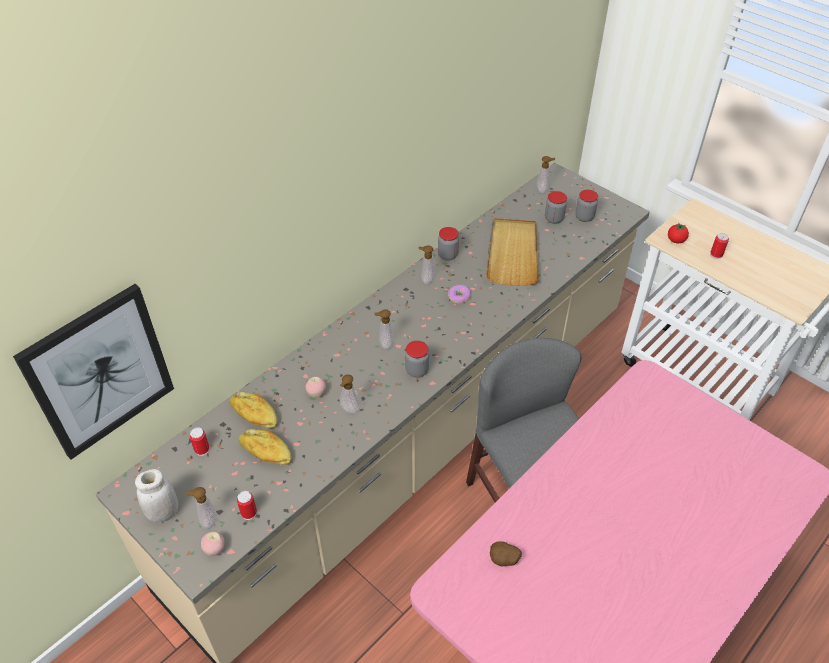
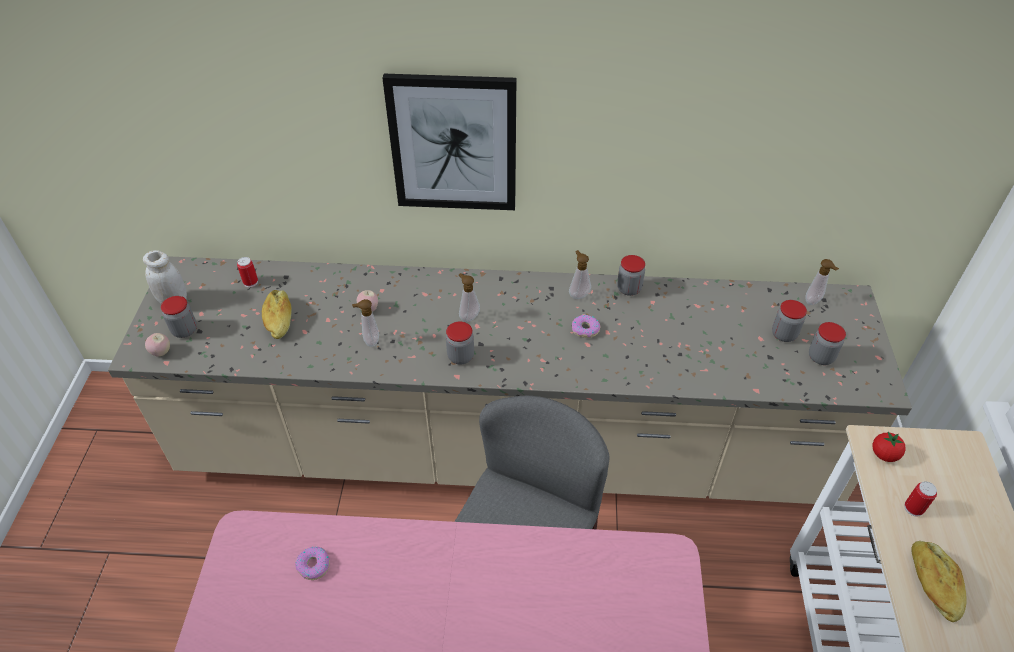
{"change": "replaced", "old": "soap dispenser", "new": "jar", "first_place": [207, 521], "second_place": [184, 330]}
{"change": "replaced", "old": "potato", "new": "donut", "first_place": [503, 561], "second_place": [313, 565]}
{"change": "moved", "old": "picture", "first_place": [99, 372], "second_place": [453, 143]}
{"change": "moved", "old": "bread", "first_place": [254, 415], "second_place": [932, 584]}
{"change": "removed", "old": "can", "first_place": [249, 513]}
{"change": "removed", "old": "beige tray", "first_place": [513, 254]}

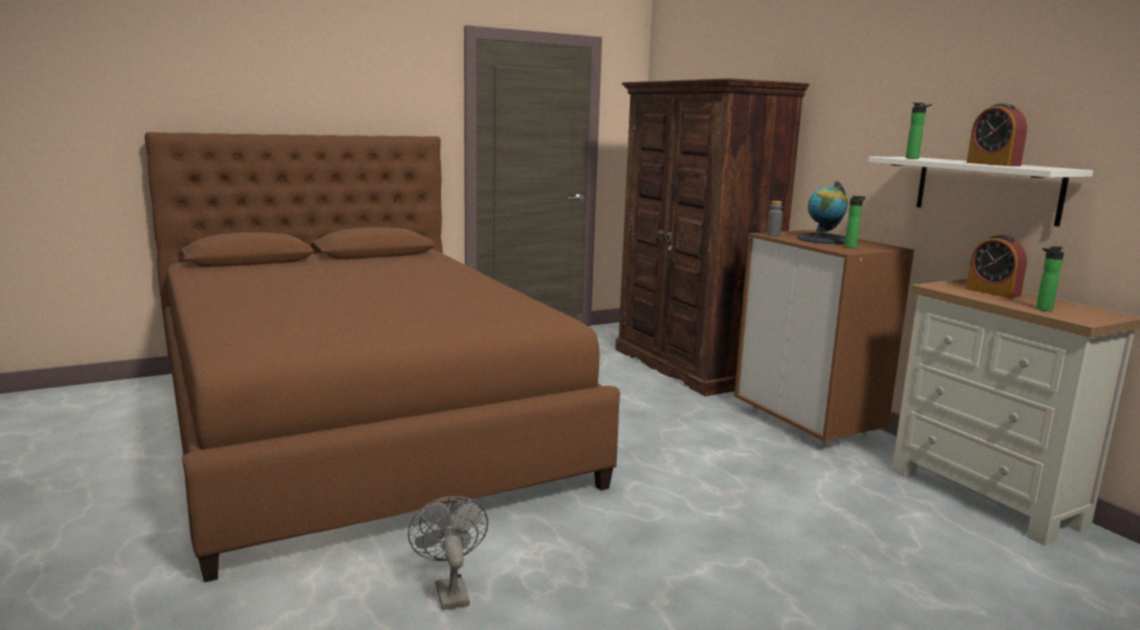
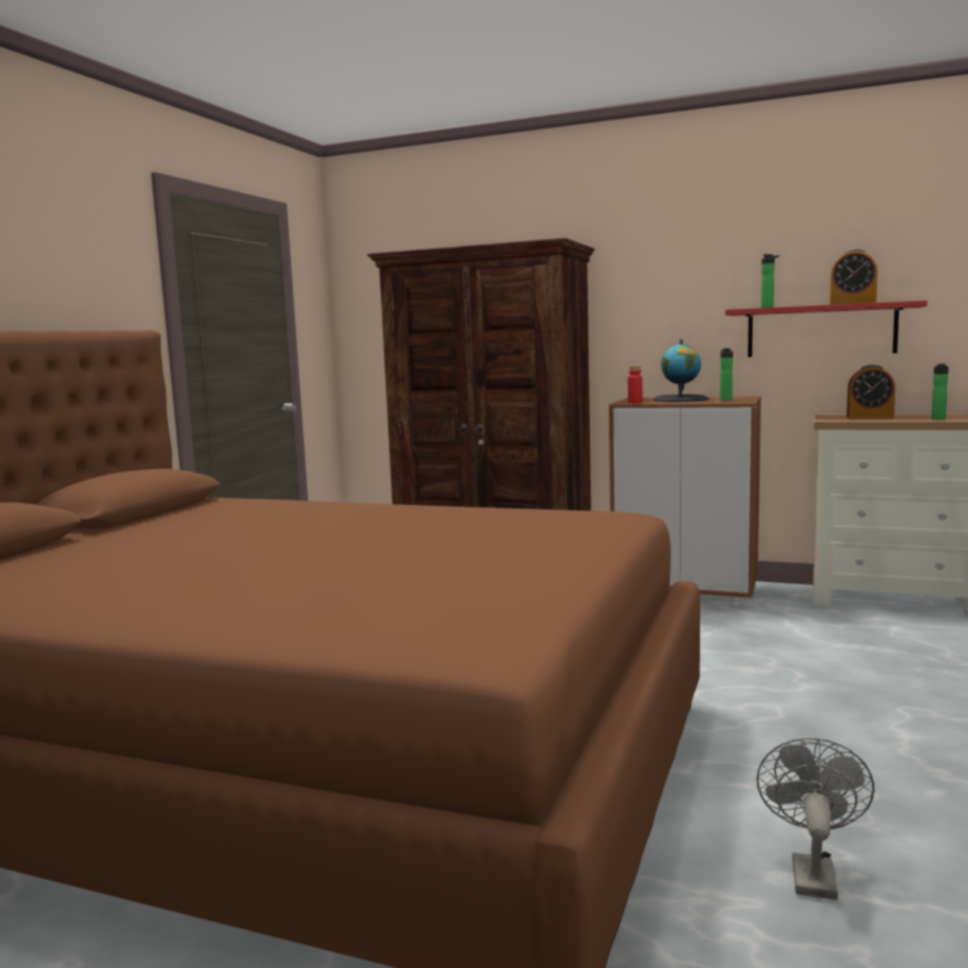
{"change": "recoloured", "old": "grey bottle", "new": "red bottle", "first_place": [773, 235], "second_place": [635, 402]}
{"change": "recoloured", "old": "white shelf", "new": "red shelf", "first_place": [986, 189], "second_place": [821, 330]}
{"change": "turned", "old": "grey fan", "first_place": [449, 590], "second_place": [811, 871], "degrees": 75}

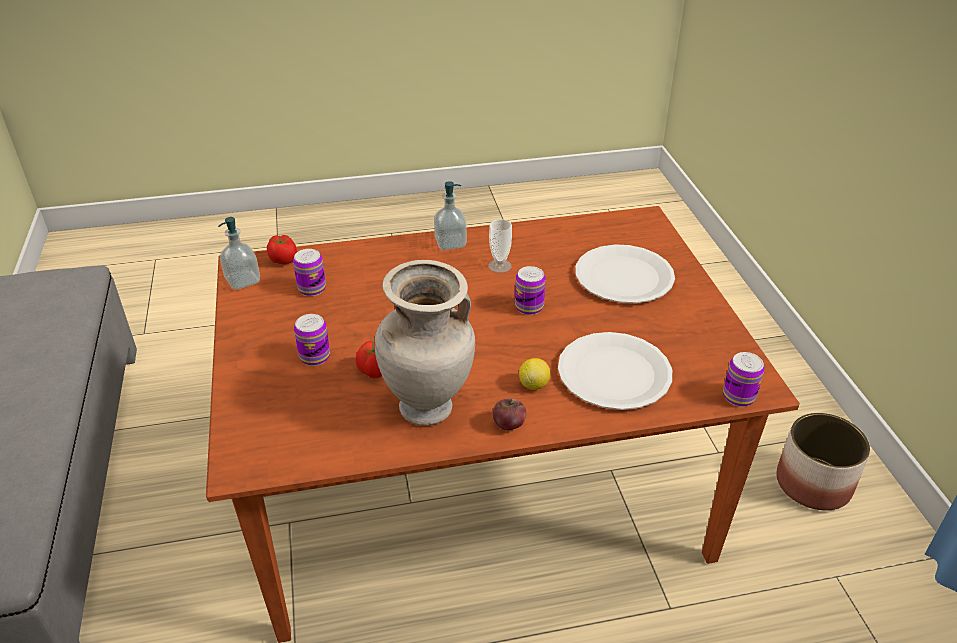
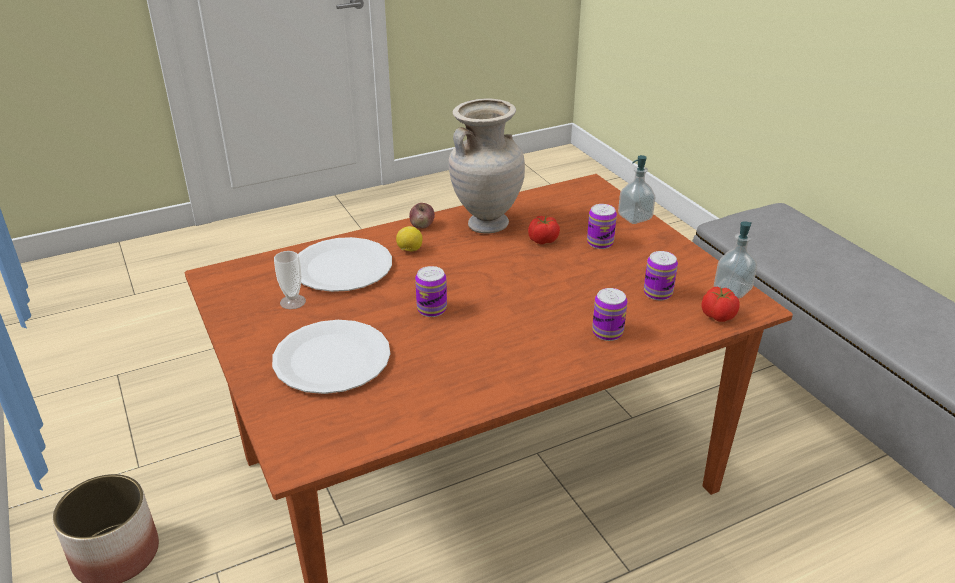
{"change": "moved", "old": "cup", "first_place": [499, 266], "second_place": [293, 302]}
{"change": "moved", "old": "can", "first_place": [738, 396], "second_place": [607, 332]}
{"change": "moved", "old": "soap dispenser", "first_place": [450, 243], "second_place": [634, 217]}

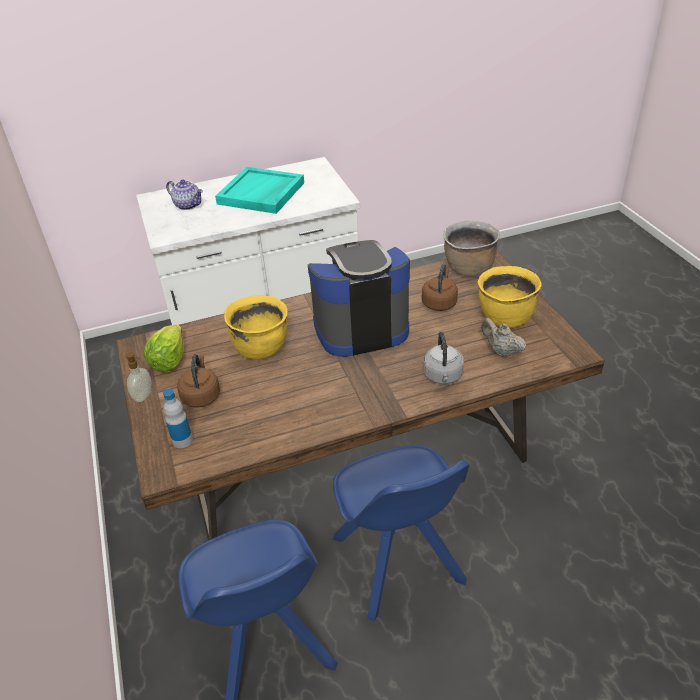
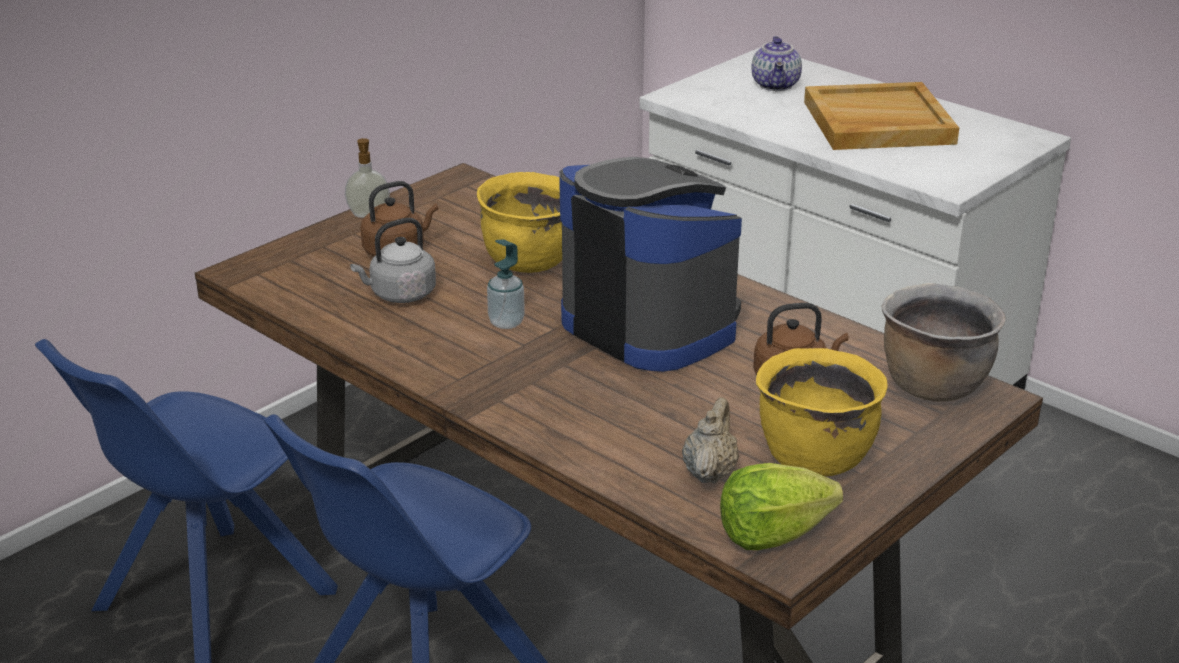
{"change": "moved", "old": "grey kettle", "first_place": [443, 377], "second_place": [400, 295]}
{"change": "added", "new": "soap dispenser", "second_place": [506, 322]}
{"change": "moved", "old": "lettuce", "first_place": [169, 360], "second_place": [772, 534]}
{"change": "recoloured", "old": "turquoise tray", "new": "beige tray", "first_place": [261, 193], "second_place": [877, 123]}
{"change": "removed", "old": "bottle", "first_place": [182, 440]}

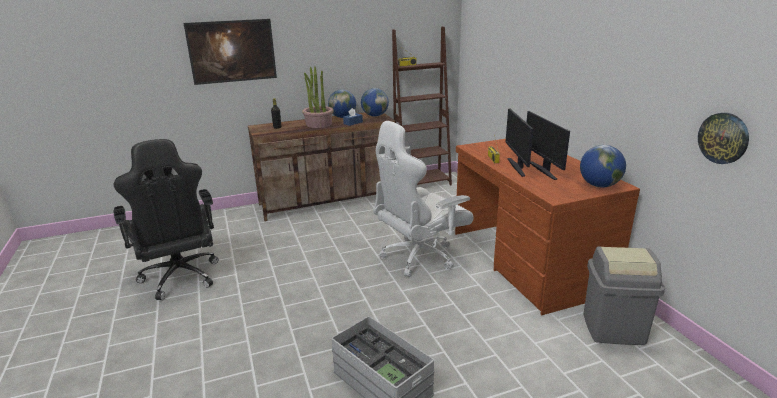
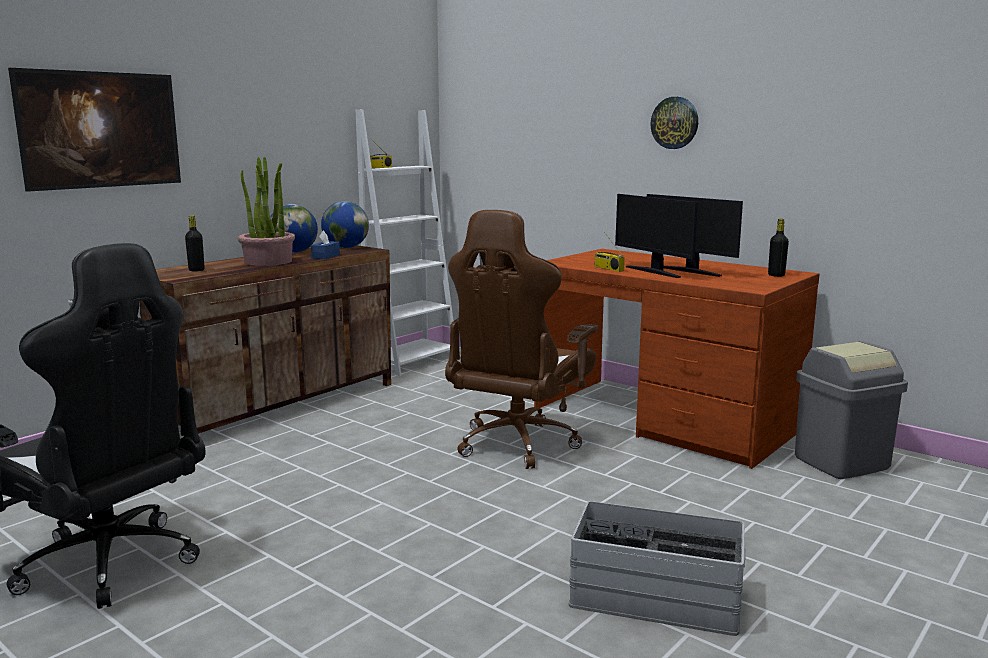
{"change": "recoloured", "old": "brown bookcase", "new": "white bookcase", "first_place": [422, 183], "second_place": [412, 362]}
{"change": "recoloured", "old": "white office chair", "new": "brown office chair", "first_place": [422, 256], "second_place": [519, 441]}
{"change": "moved", "old": "wall clock", "first_place": [723, 138], "second_place": [674, 123]}
{"change": "replaced", "old": "globe", "new": "black bottle", "first_place": [599, 185], "second_place": [776, 275]}

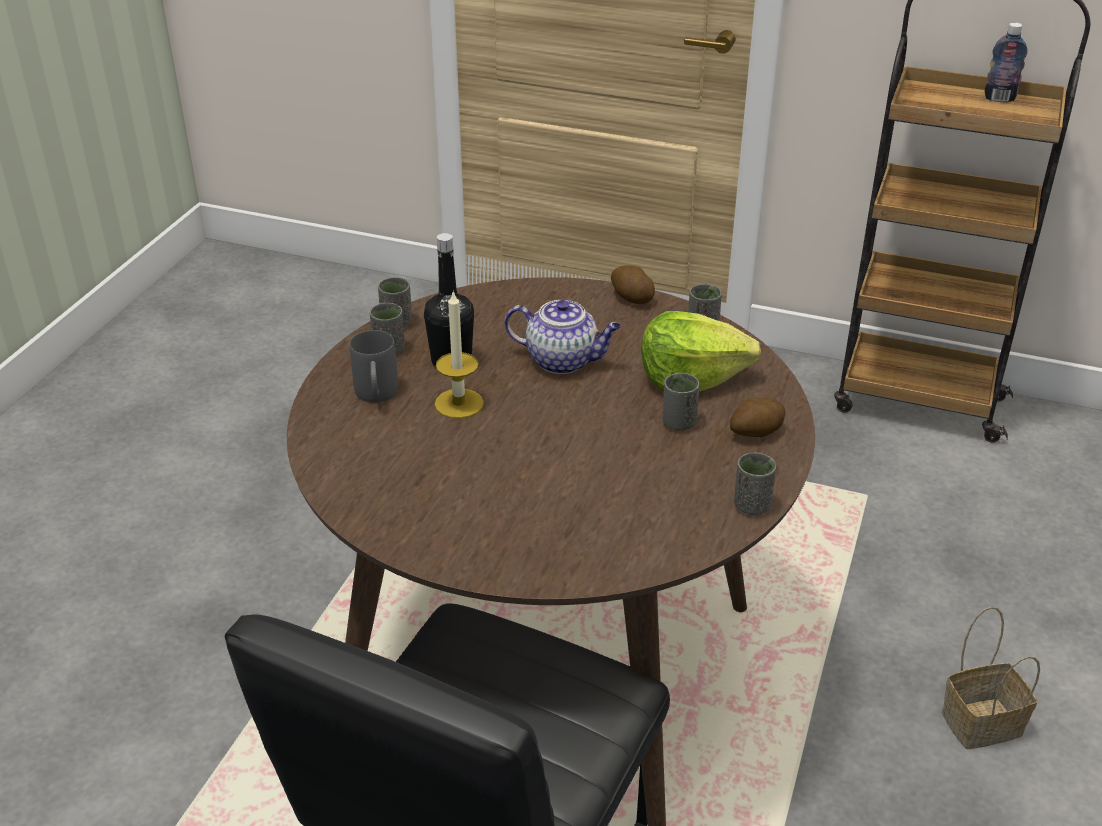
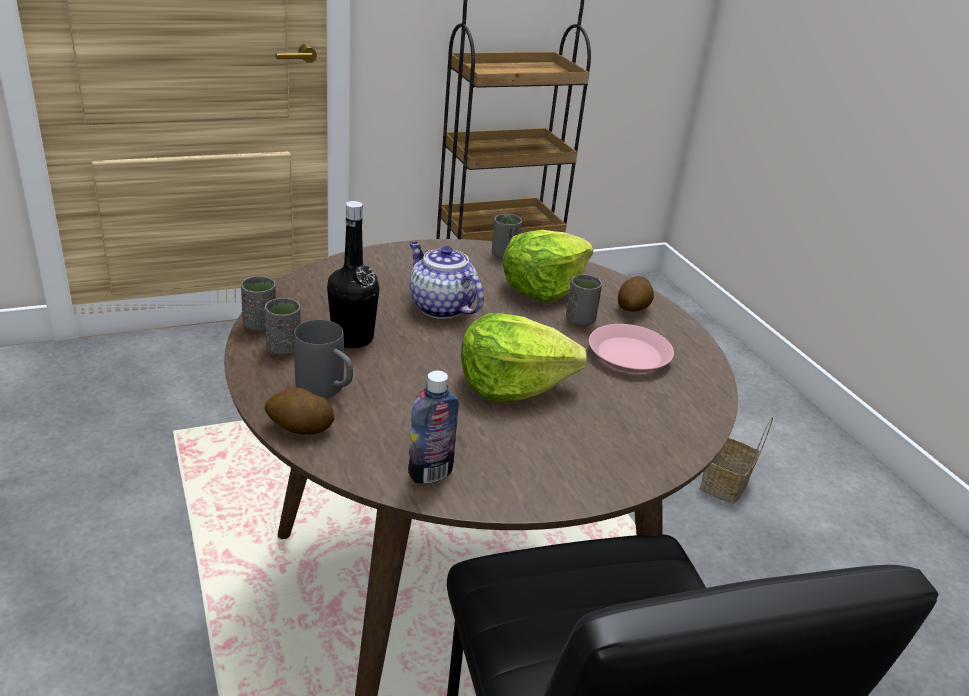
{"change": "moved", "old": "potato", "first_place": [631, 297], "second_place": [299, 428]}
{"change": "moved", "old": "bottle", "first_place": [999, 98], "second_place": [430, 473]}
{"change": "turned", "old": "teapot", "first_place": [563, 360], "second_place": [440, 307], "degrees": -105}
{"change": "added", "new": "lettuce", "second_place": [512, 384]}
{"change": "added", "new": "pink plate", "second_place": [629, 355]}
{"change": "removed", "old": "candle", "first_place": [459, 403]}
{"change": "removed", "old": "grey cup", "first_place": [752, 505]}

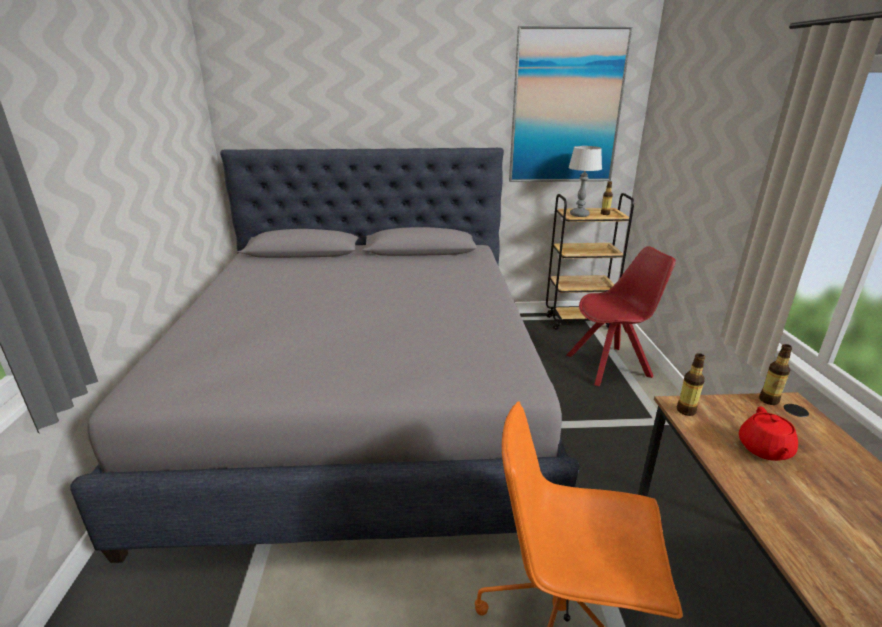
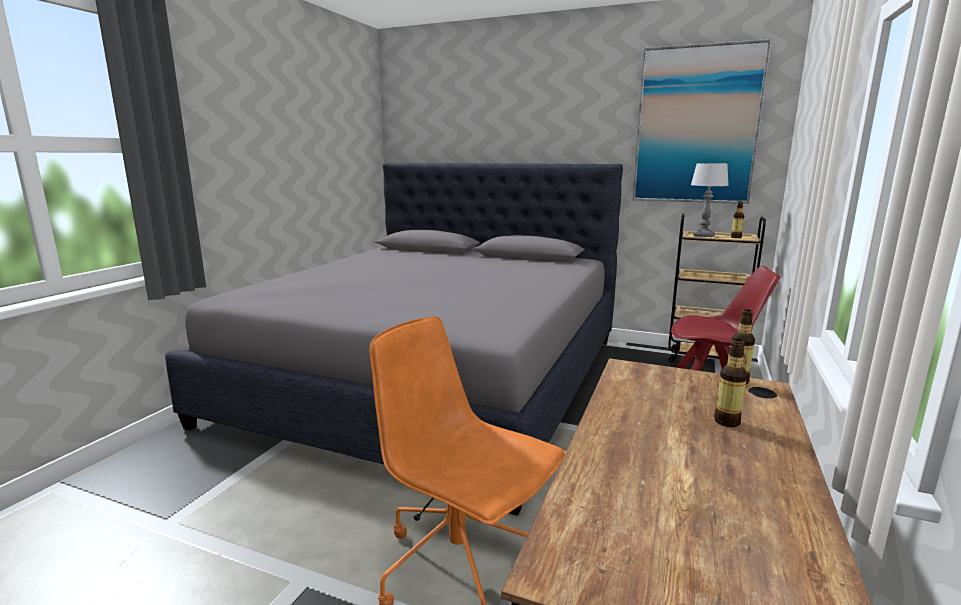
{"change": "moved", "old": "bottle", "first_place": [685, 411], "second_place": [726, 421]}
{"change": "removed", "old": "red teapot", "first_place": [764, 449]}

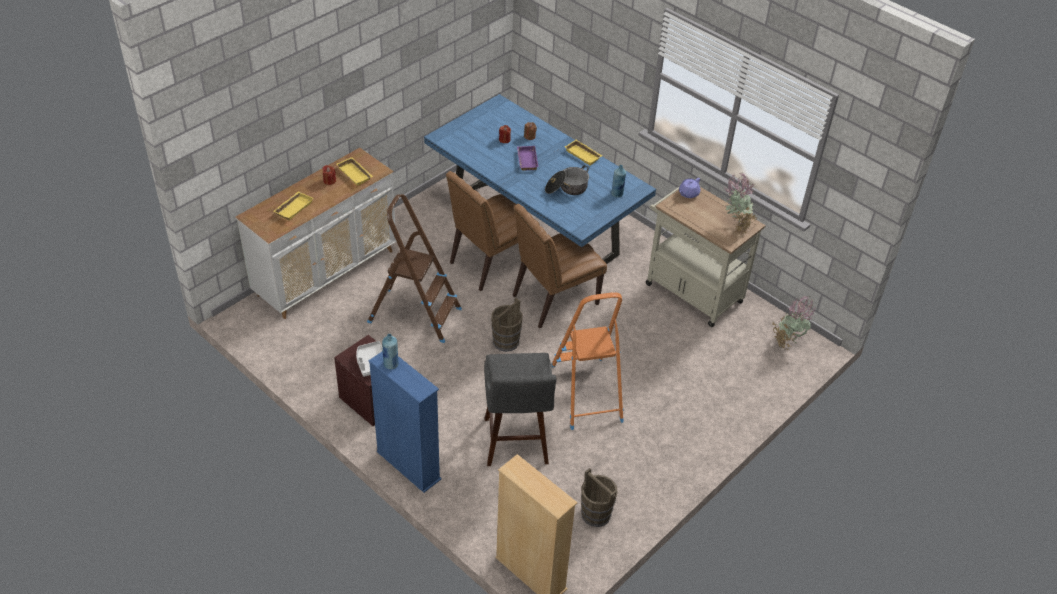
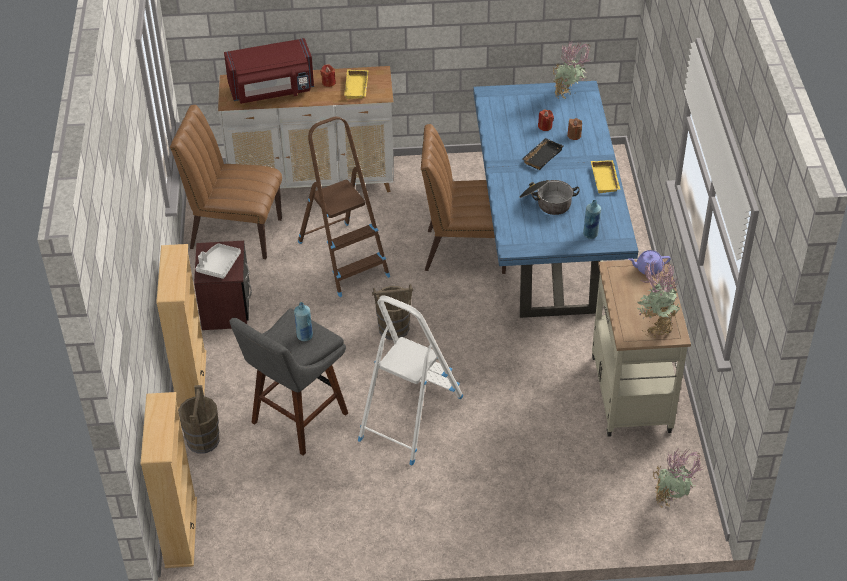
{"change": "recoloured", "old": "blue bookcase", "new": "beige bookcase", "first_place": [408, 465], "second_place": [191, 380]}
{"change": "moved", "old": "brown chair", "first_place": [555, 299], "second_place": [237, 234]}
{"change": "moved", "old": "brown bucket", "first_place": [595, 514], "second_place": [203, 440]}
{"change": "replaced", "old": "yellow tray", "new": "red microwave", "first_place": [293, 207], "second_place": [272, 90]}
{"change": "moved", "old": "blue bottle", "first_place": [391, 364], "second_place": [304, 336]}
{"change": "recoloured", "old": "orange step ladder", "new": "white step ladder", "first_place": [586, 391], "second_place": [411, 417]}
{"change": "recoloured", "old": "purple tray", "new": "black tray", "first_place": [526, 160], "second_place": [541, 156]}
{"change": "added", "new": "potted plant", "second_place": [568, 95]}

